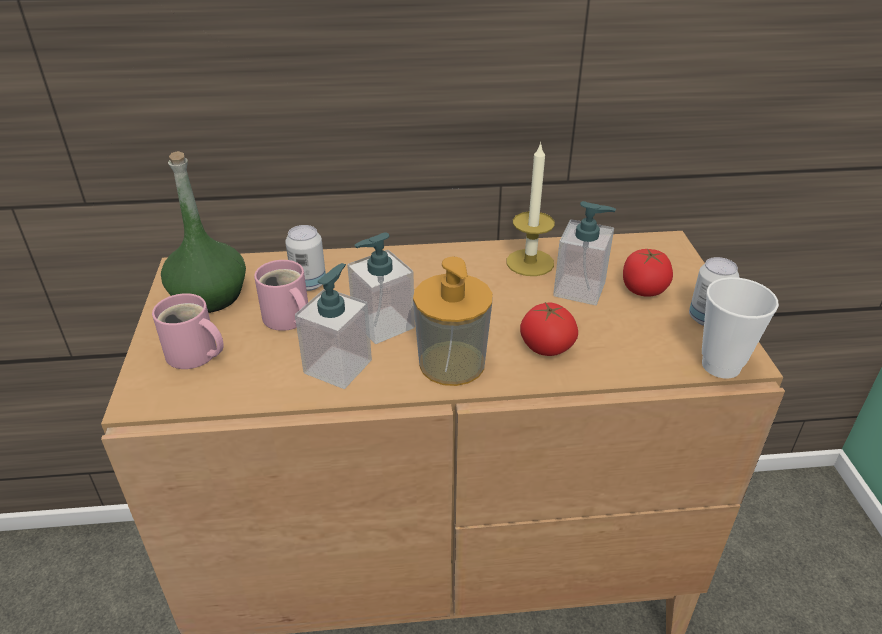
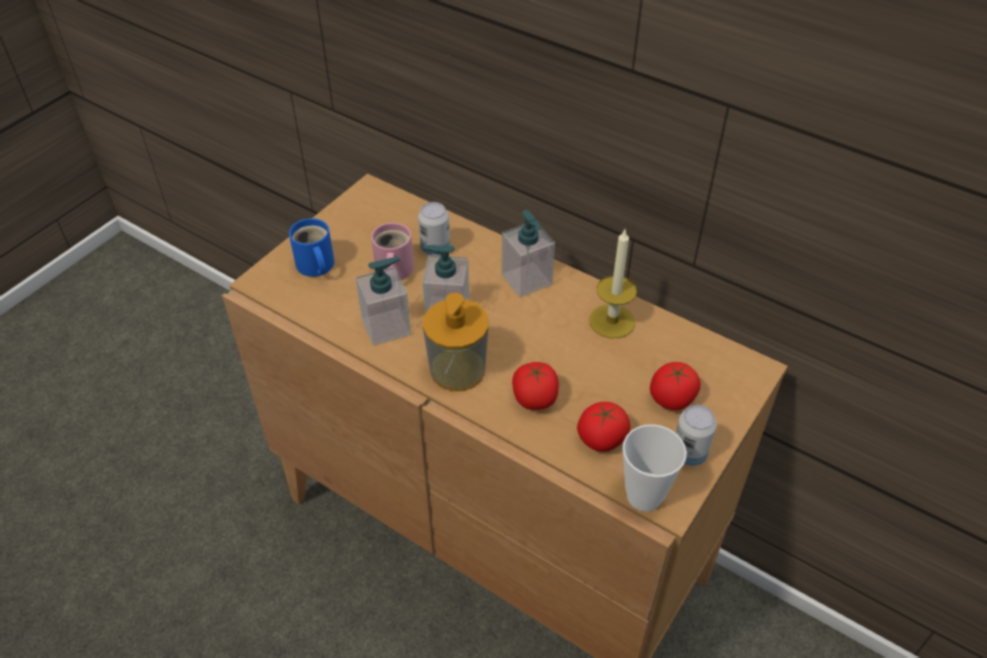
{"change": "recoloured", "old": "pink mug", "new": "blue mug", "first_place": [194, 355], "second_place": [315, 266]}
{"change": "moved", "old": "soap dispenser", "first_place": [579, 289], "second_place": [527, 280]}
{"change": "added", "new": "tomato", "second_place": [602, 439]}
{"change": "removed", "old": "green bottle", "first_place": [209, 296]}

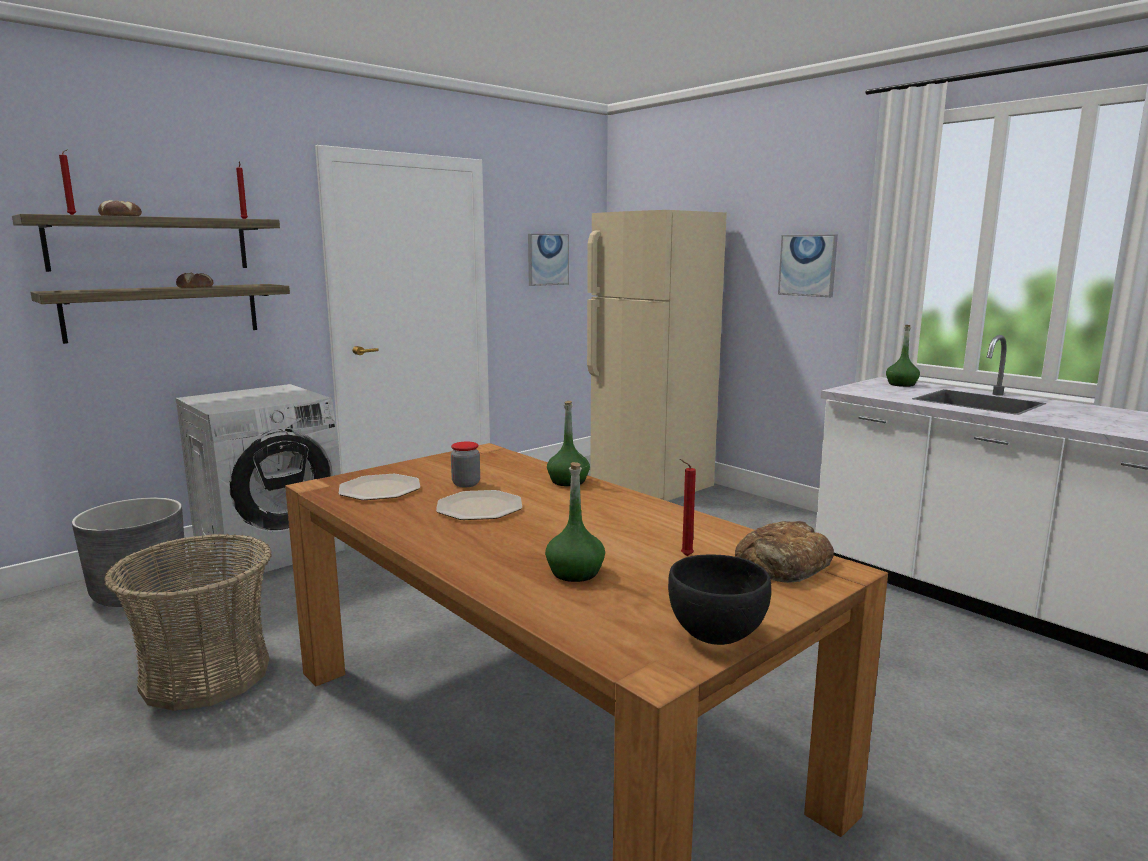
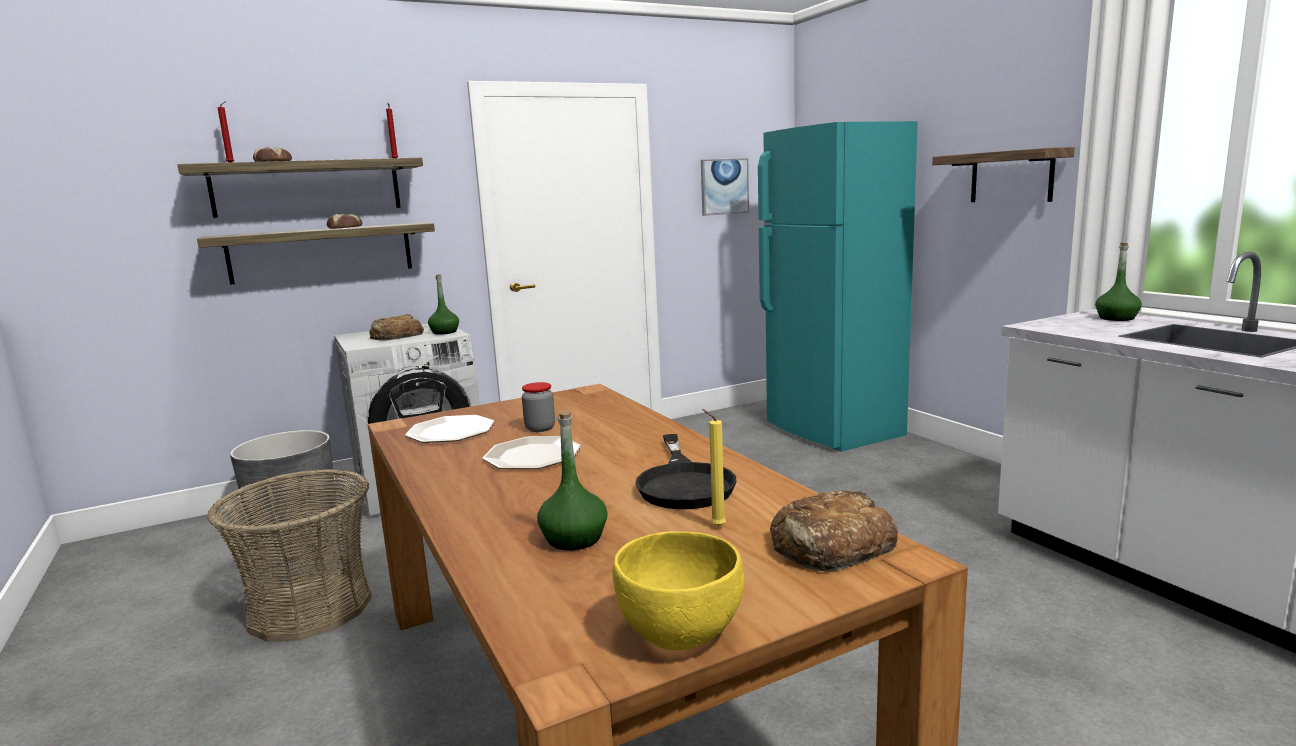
{"change": "added", "new": "bread", "second_place": [395, 336]}
{"change": "moved", "old": "green bottle", "first_place": [568, 481], "second_place": [444, 332]}
{"change": "recoloured", "old": "black bowl", "new": "yellow bowl", "first_place": [716, 634], "second_place": [679, 635]}
{"change": "added", "new": "black frying pan", "second_place": [684, 482]}
{"change": "recoloured", "old": "red candle", "new": "yellow candle", "first_place": [684, 556], "second_place": [716, 526]}
{"change": "recoloured", "old": "beige fridge", "new": "turquoise fridge", "first_place": [650, 483], "second_place": [833, 430]}
{"change": "replaced", "old": "picture", "new": "shelf", "first_place": [807, 265], "second_place": [1011, 176]}

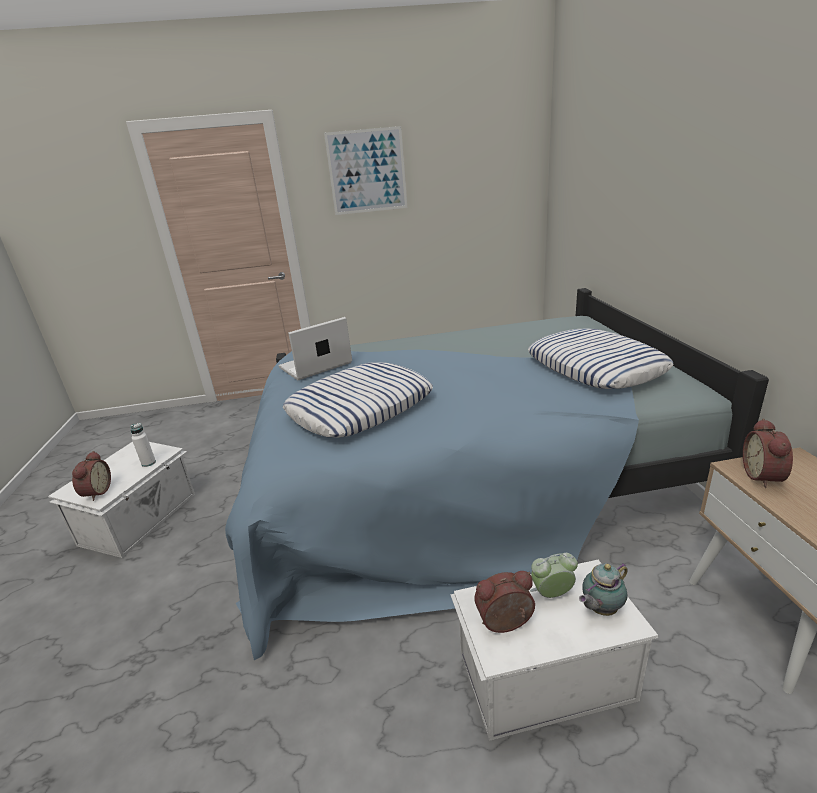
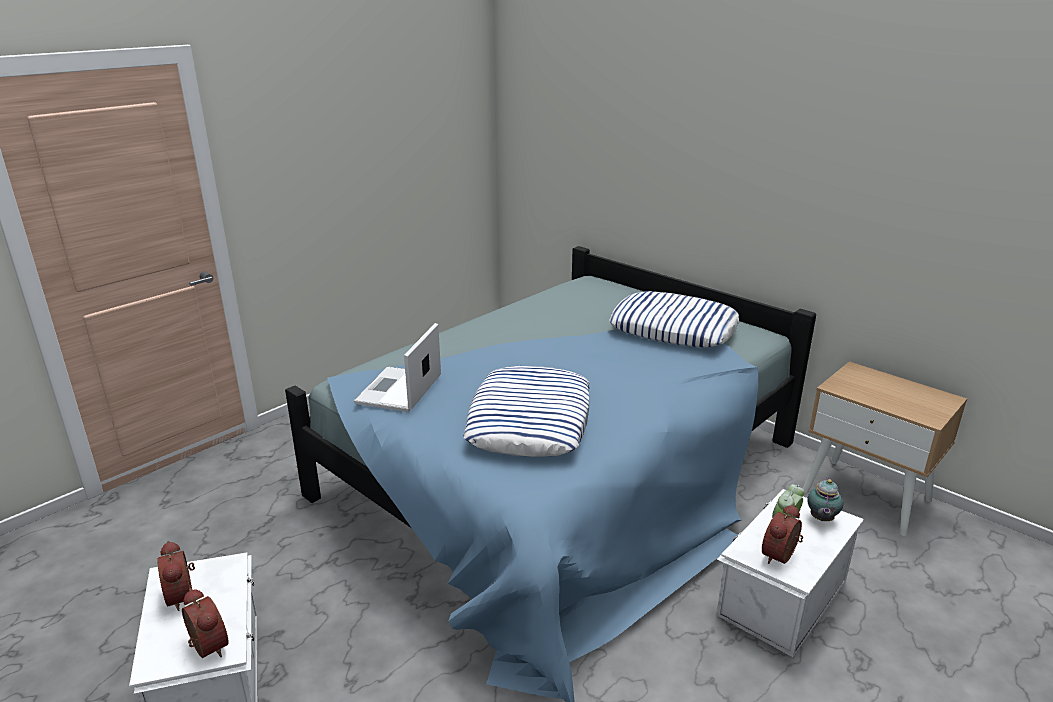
{"change": "moved", "old": "alarm clock", "first_place": [764, 476], "second_place": [184, 595]}
{"change": "removed", "old": "white bottle", "first_place": [148, 463]}
{"change": "removed", "old": "picture", "first_place": [367, 171]}

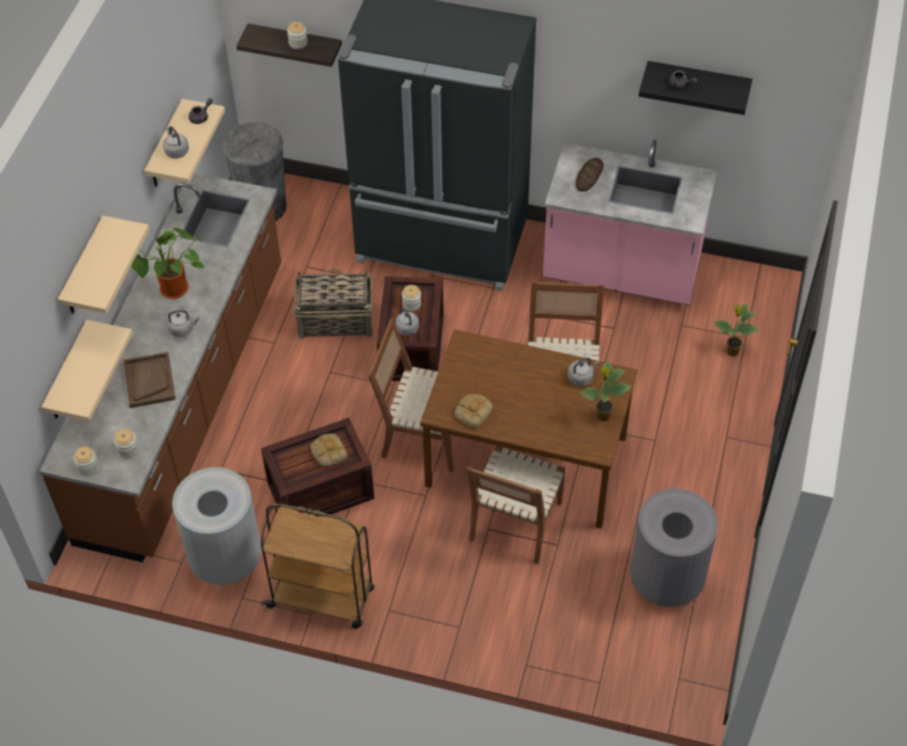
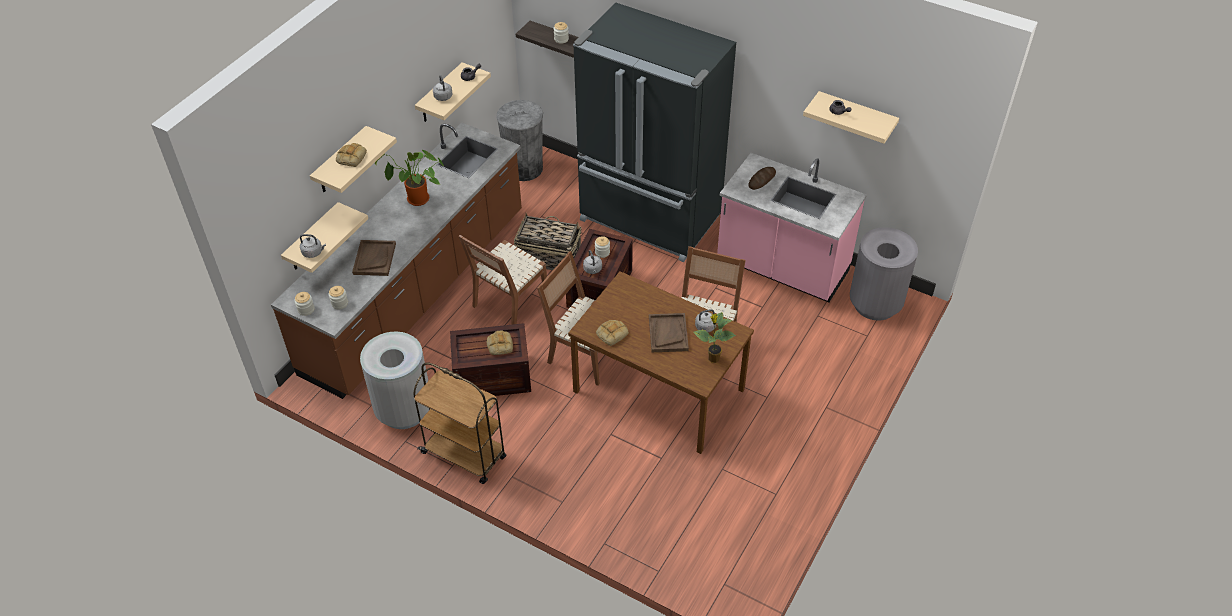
{"change": "moved", "old": "grey kettle", "first_place": [183, 329], "second_place": [313, 252]}
{"change": "added", "new": "bread", "second_place": [351, 157]}
{"change": "moved", "old": "chair", "first_place": [514, 526], "second_place": [508, 304]}
{"change": "added", "new": "brown tray", "second_place": [668, 333]}
{"change": "recoloured", "old": "black shelf", "new": "beige shelf", "first_place": [697, 83], "second_place": [856, 116]}
{"change": "moved", "old": "grey trash can", "first_place": [666, 580], "second_place": [875, 304]}
{"change": "removed", "old": "potted plant", "first_place": [731, 352]}

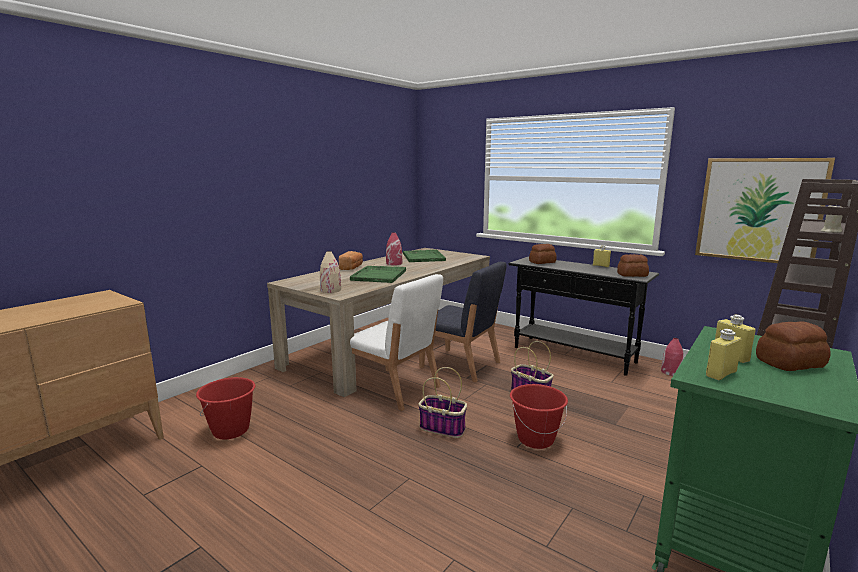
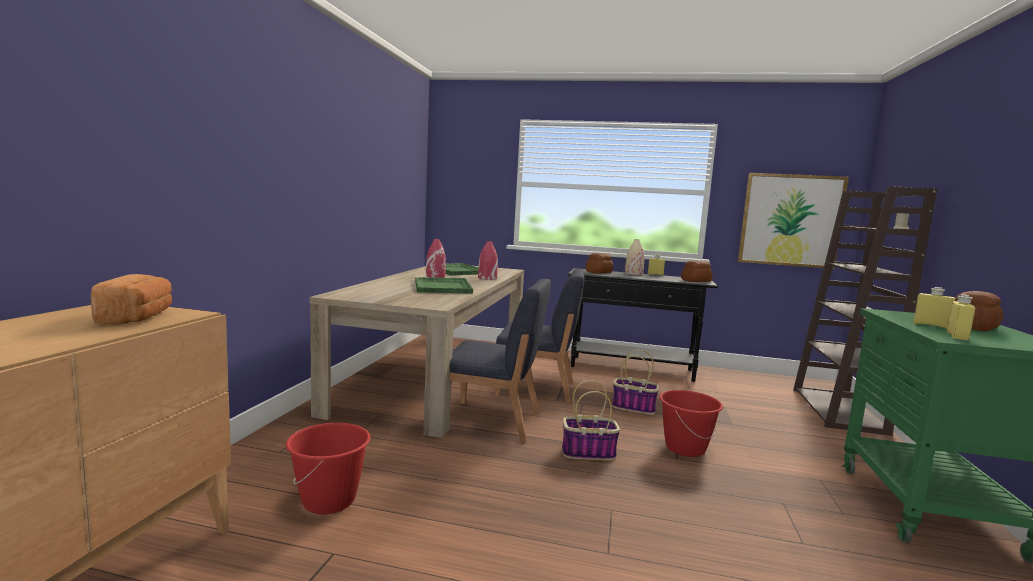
{"change": "moved", "old": "bread", "first_place": [352, 268], "second_place": [138, 318]}
{"change": "recoloured", "old": "white chair", "new": "blue chair", "first_place": [395, 389], "second_place": [492, 421]}
{"change": "moved", "old": "red vase", "first_place": [671, 372], "second_place": [487, 278]}
{"change": "moved", "old": "beige vase", "first_place": [330, 290], "second_place": [633, 273]}

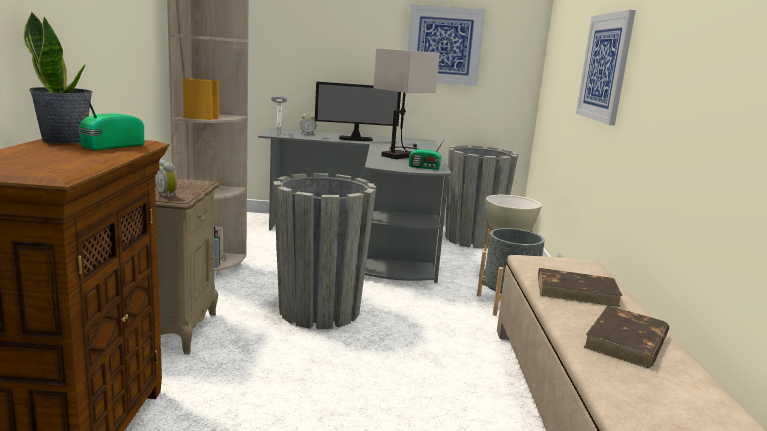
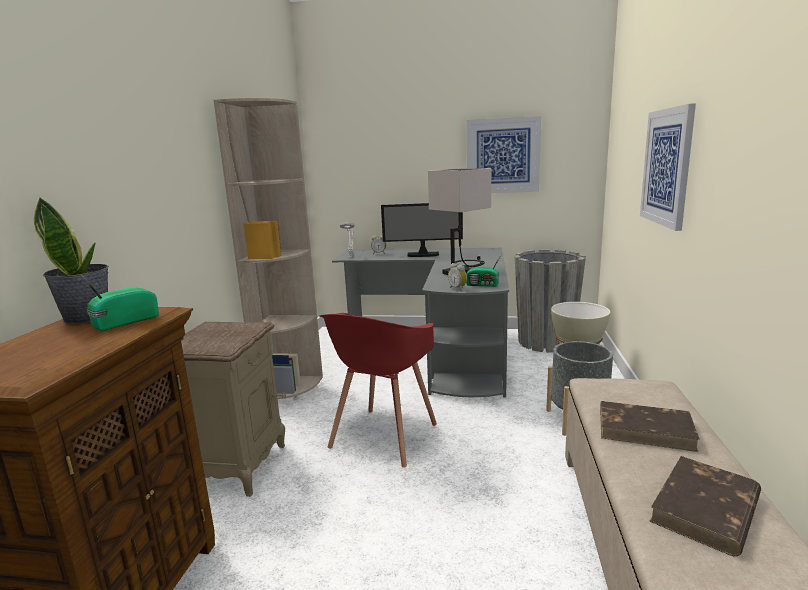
{"change": "replaced", "old": "grey planter", "new": "red chair", "first_place": [319, 310], "second_place": [383, 437]}
{"change": "moved", "old": "alarm clock", "first_place": [168, 195], "second_place": [458, 289]}

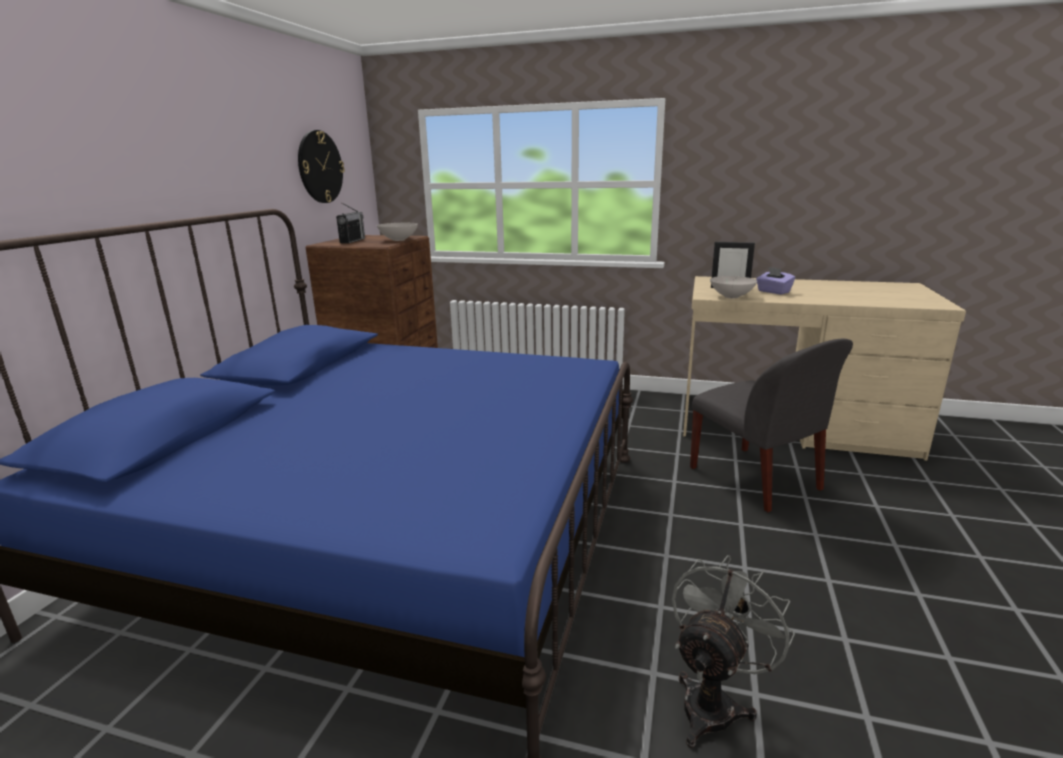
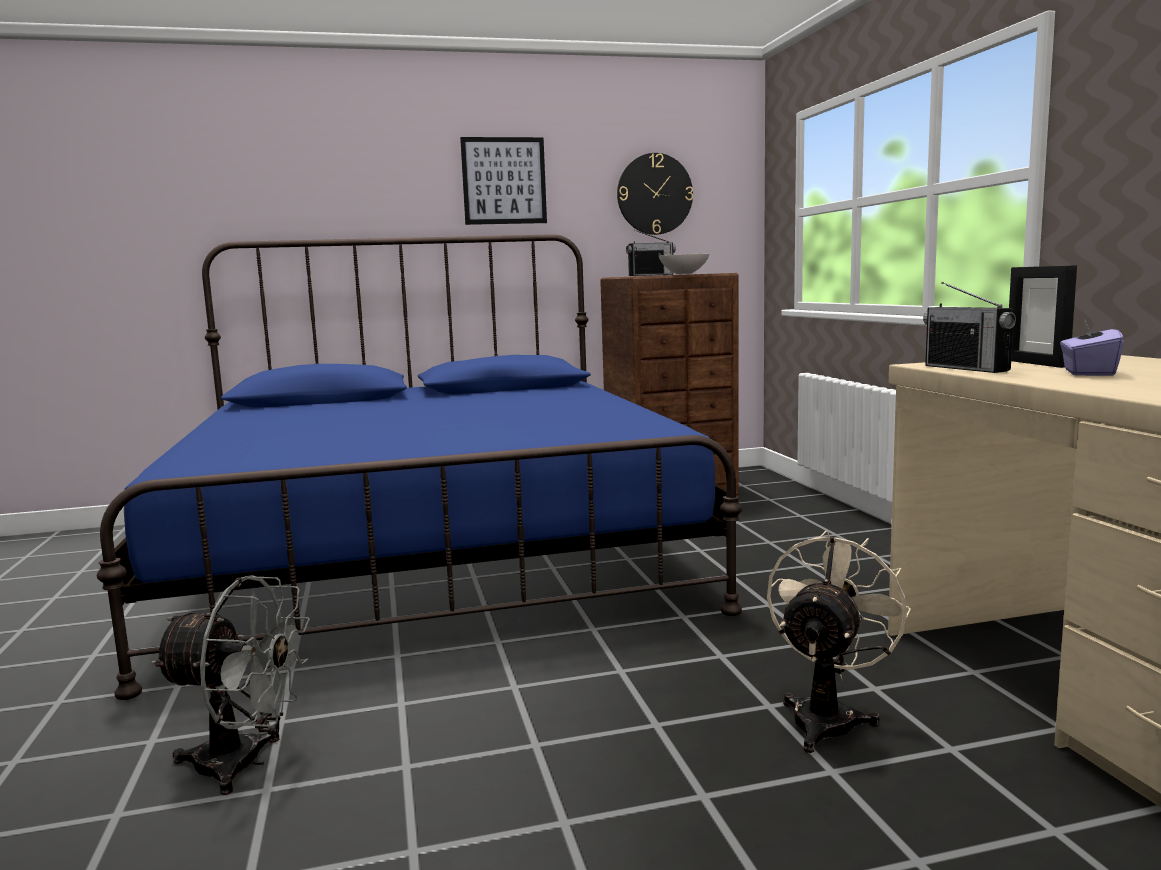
{"change": "added", "new": "picture", "second_place": [504, 181]}
{"change": "replaced", "old": "grey chair", "new": "beige fan", "first_place": [756, 480], "second_place": [828, 717]}
{"change": "replaced", "old": "white bowl", "new": "radio", "first_place": [732, 296], "second_place": [966, 368]}

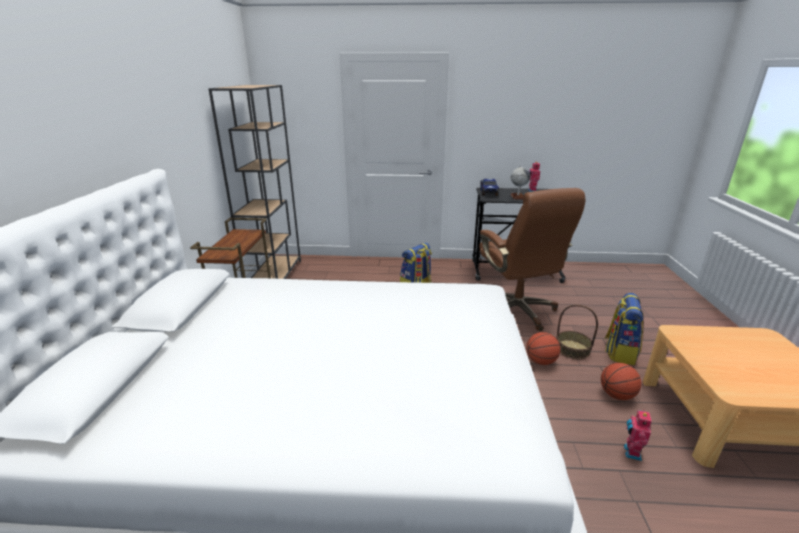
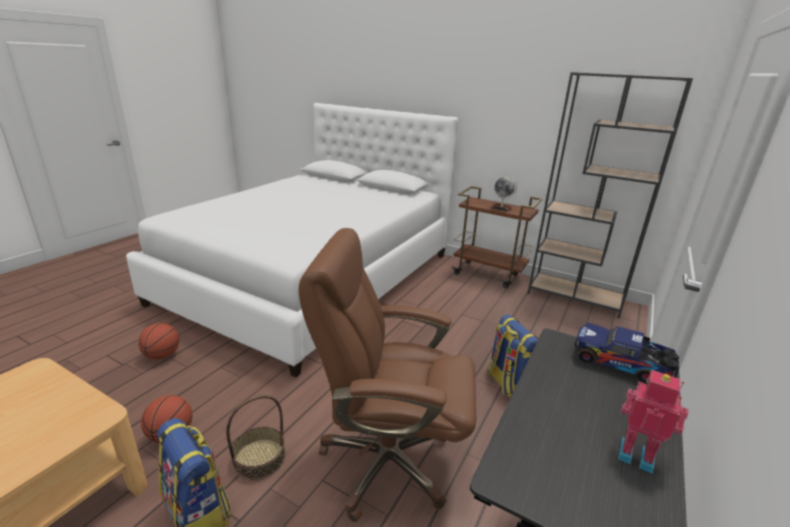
{"change": "moved", "old": "basketball", "first_place": [540, 361], "second_place": [162, 355]}
{"change": "moved", "old": "globe", "first_place": [517, 197], "second_place": [501, 208]}
{"change": "removed", "old": "toy robot", "first_place": [630, 452]}

